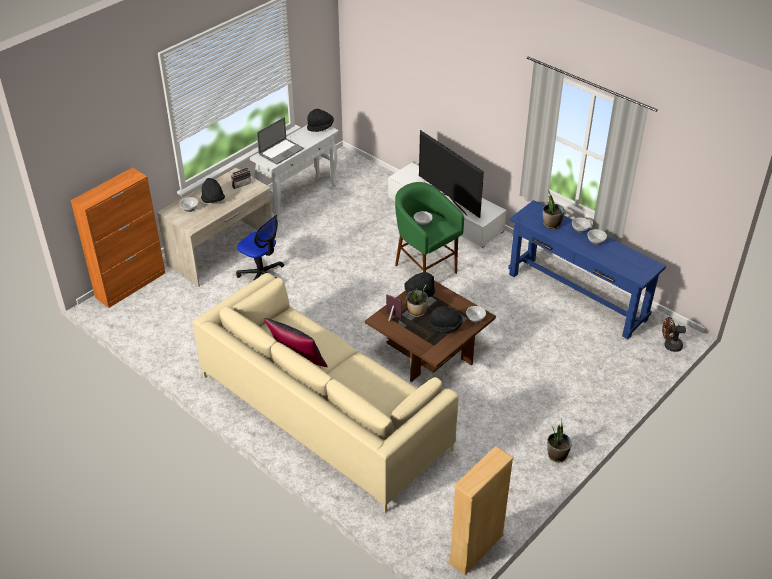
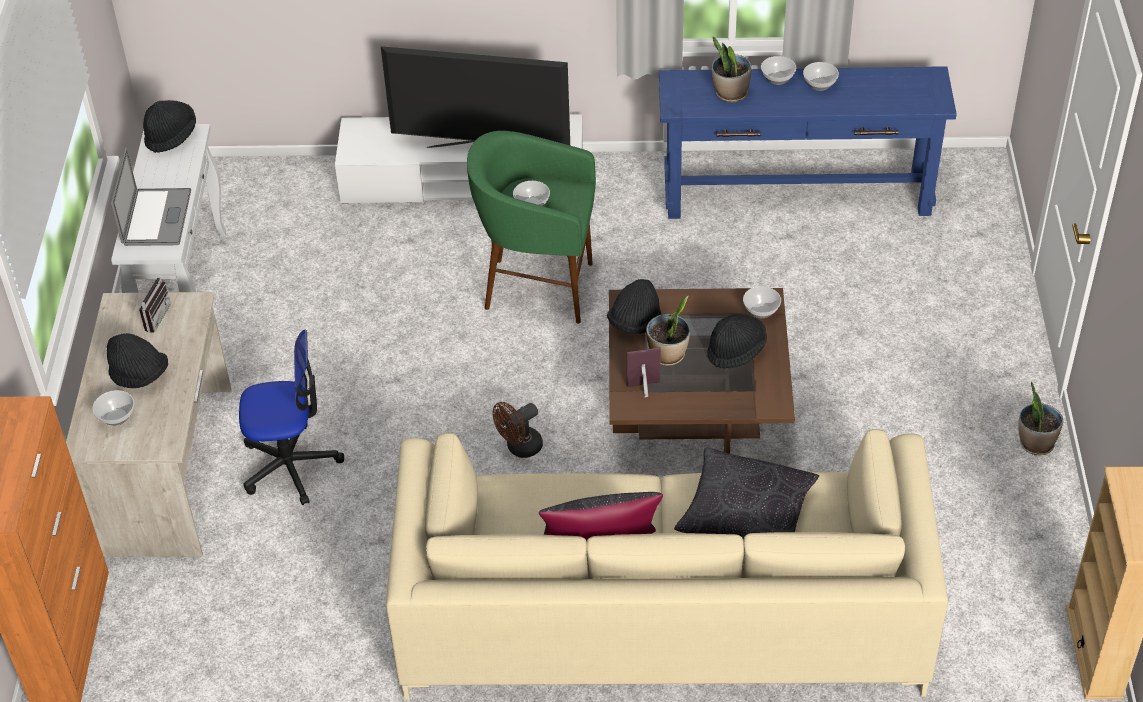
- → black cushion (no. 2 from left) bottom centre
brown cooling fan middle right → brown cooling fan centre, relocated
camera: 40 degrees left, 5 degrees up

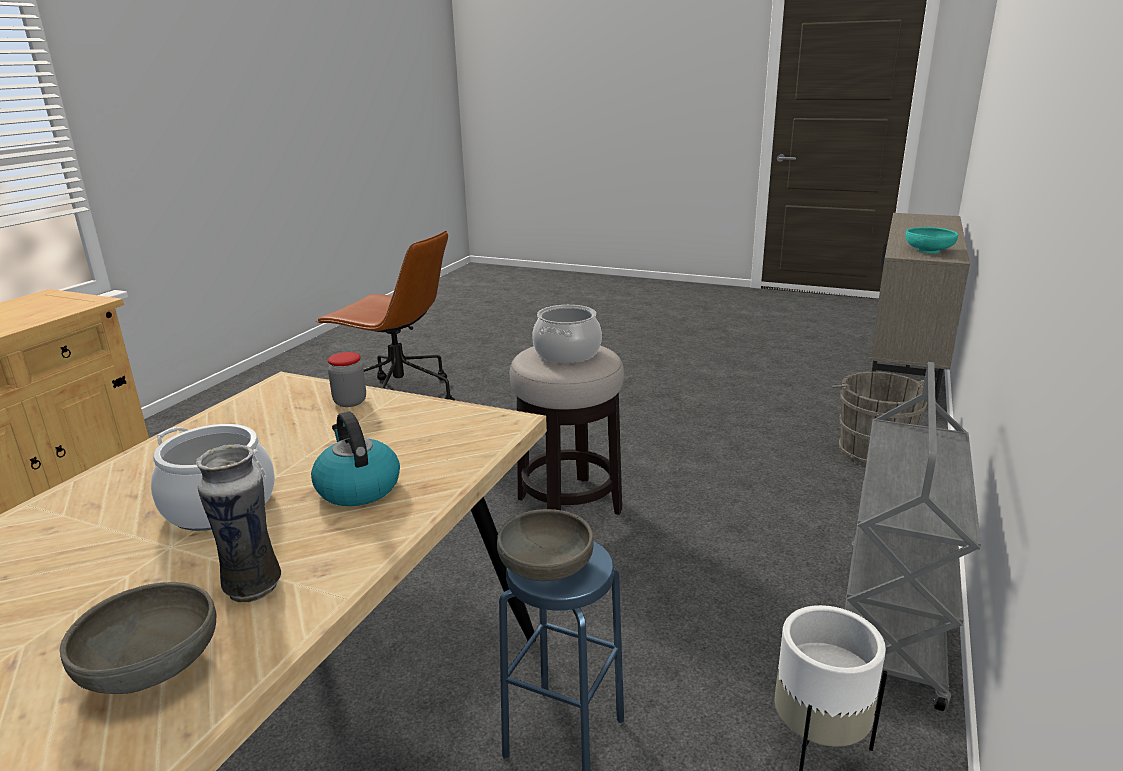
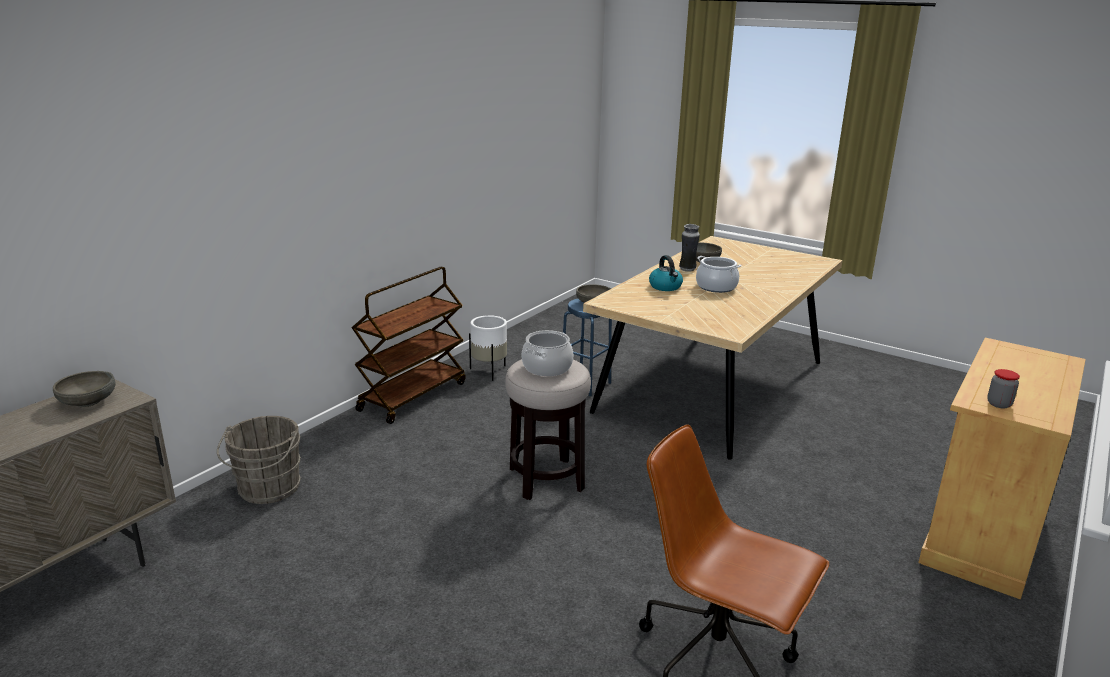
preserve jar middle left → preserve jar middle right, relocated
greyish wheeled cart bottom right → brown wheeled cart centre
turquoise serving bowl top right → greyish serving bowl (no. 1 from left) middle left
camera: 170 degrees left, 0 degrees up

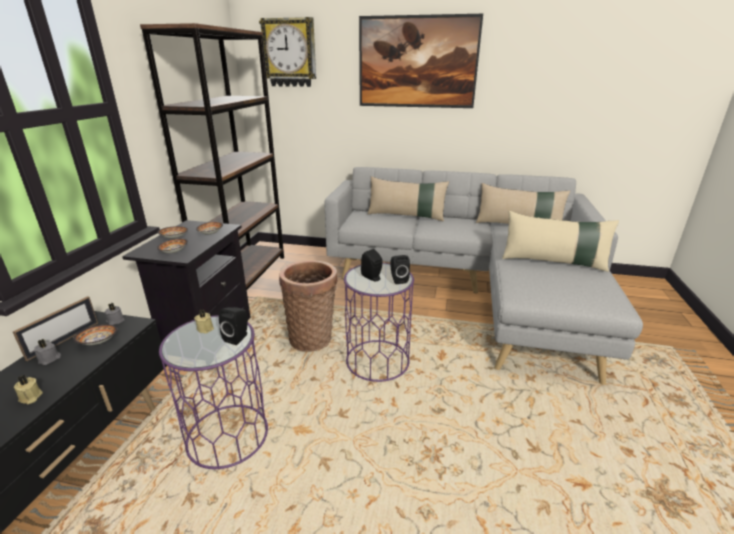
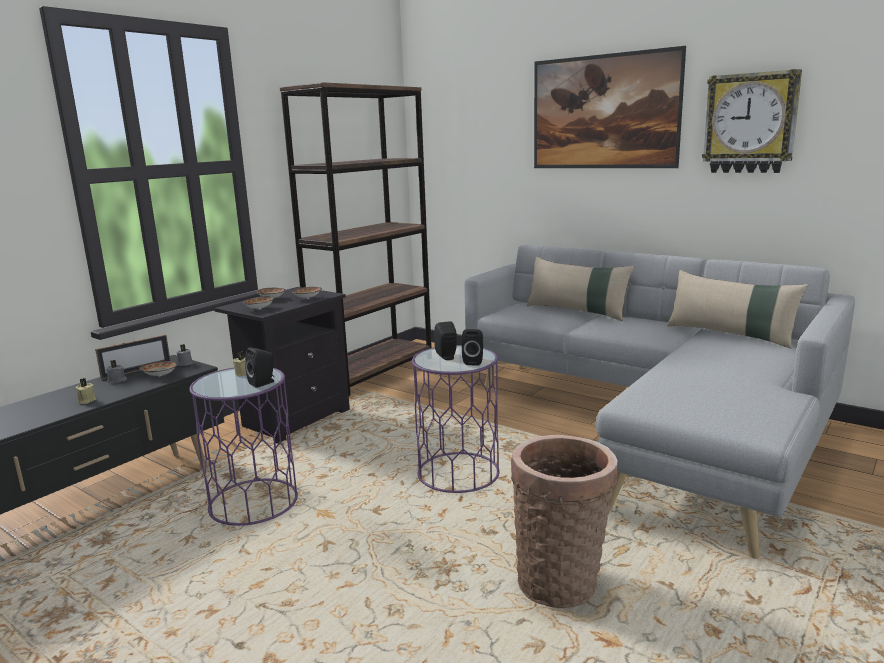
beige cushion (no. 3 from left) middle right → -
clock on the wall top centre → clock on the wall top right, relocated
basket centre → basket bottom centre, relocated
camera: 25 degrees right, 10 degrees down

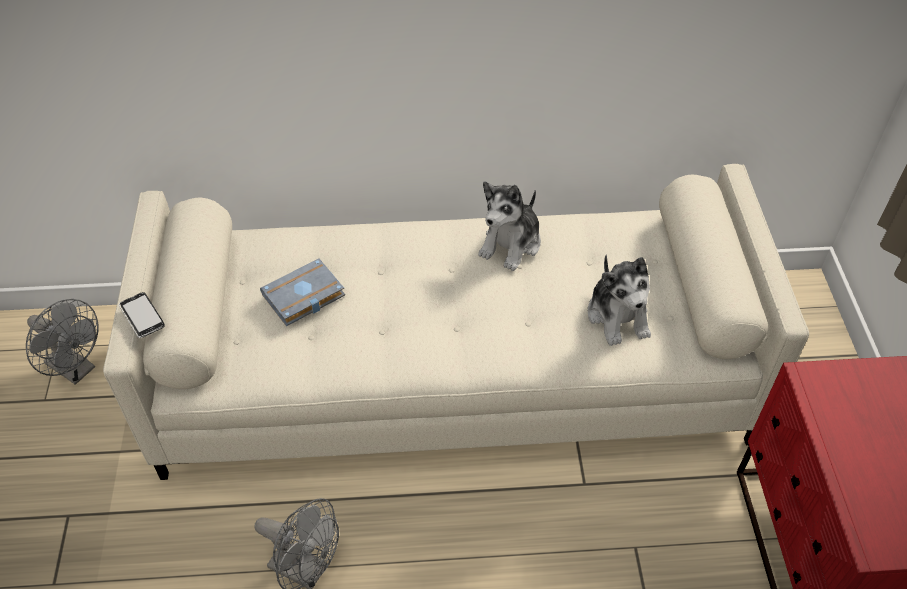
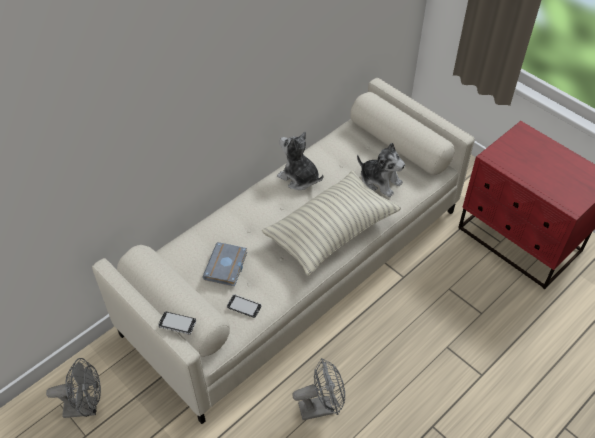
- → telephone (no. 2 from left) bottom centre
- → cushion centre
cuddly toy (no. 1 from left) centre, 135 degrees clockwise
camera: 40 degrees left, 0 degrees up

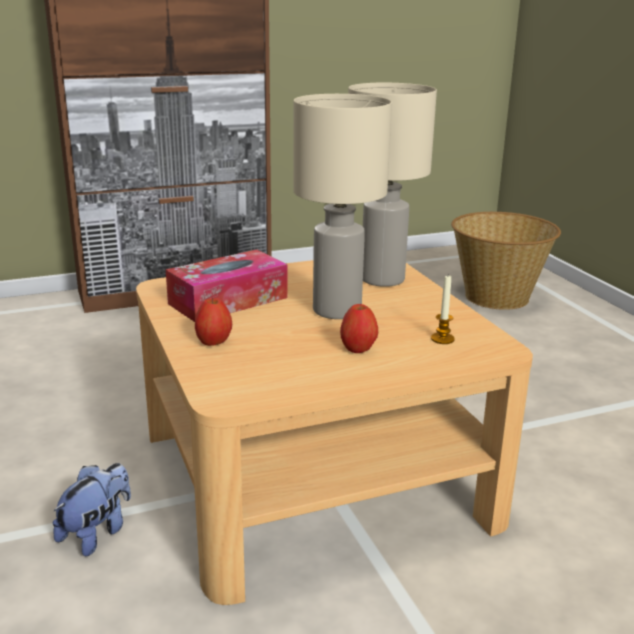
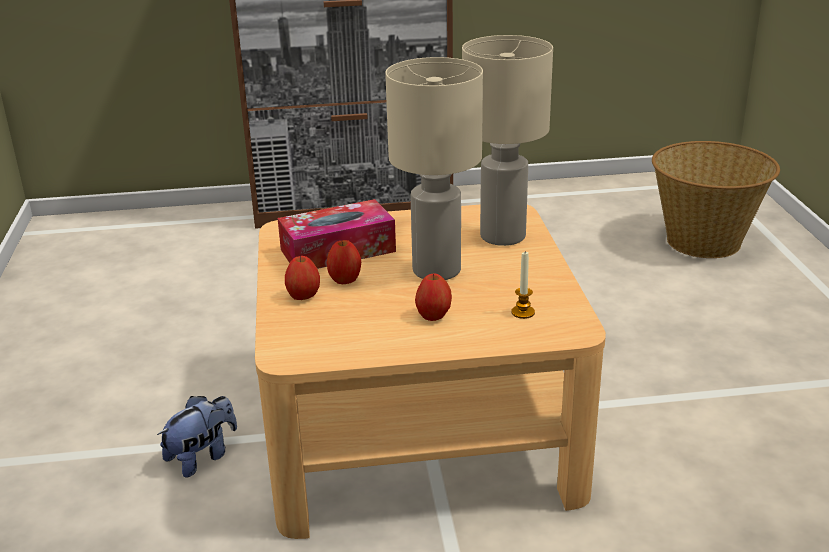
- → apple (no. 2 from left) centre
camera: 15 degrees right, 5 degrees up

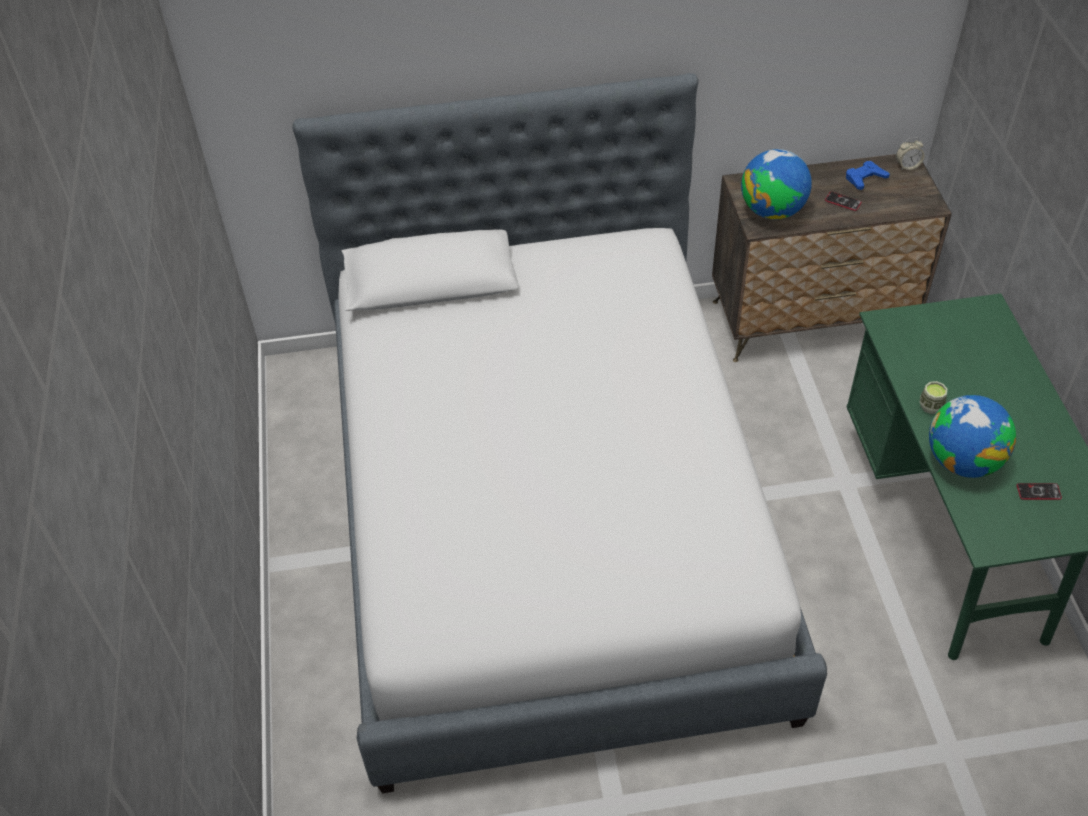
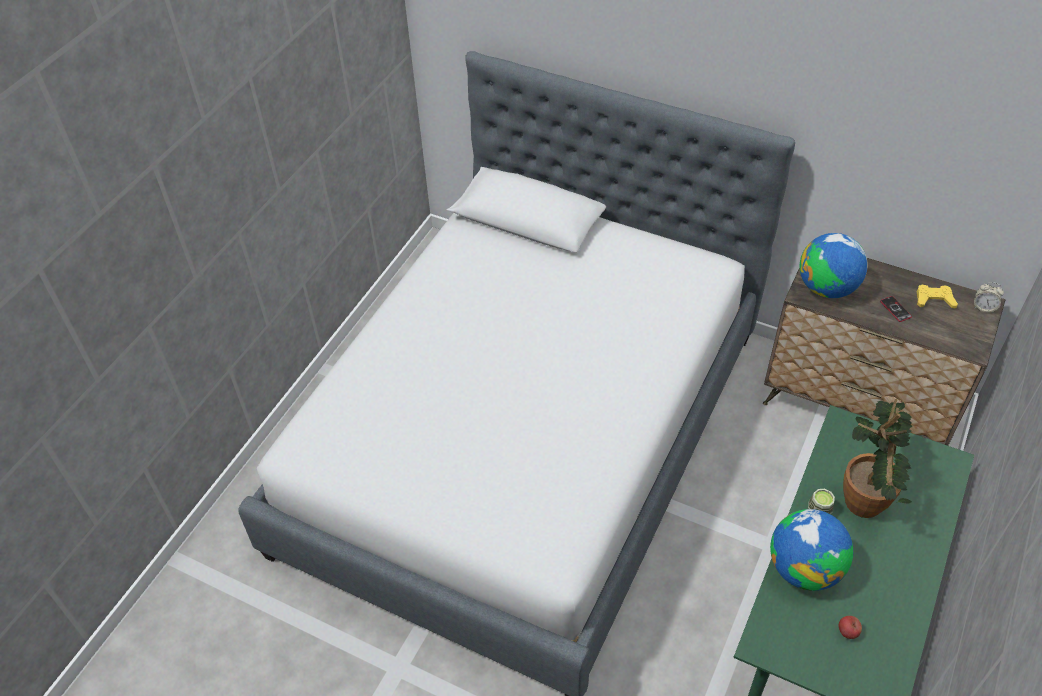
- → plant in a pot middle right
telephone (no. 2 from left) middle right → apple bottom right
blue-coloured gamepad top right → yellow gamepad middle right
camera: 35 degrees right, 0 degrees up

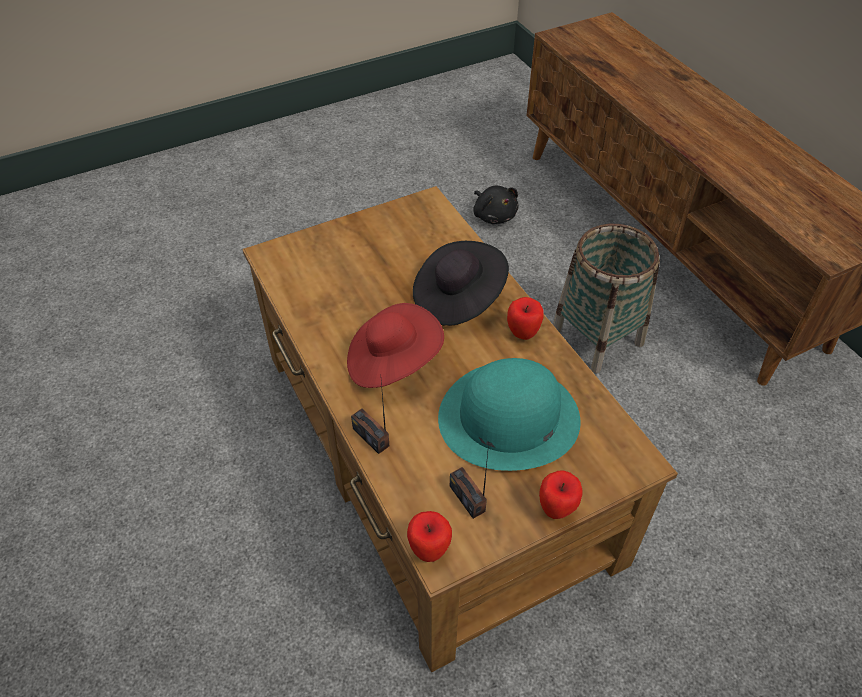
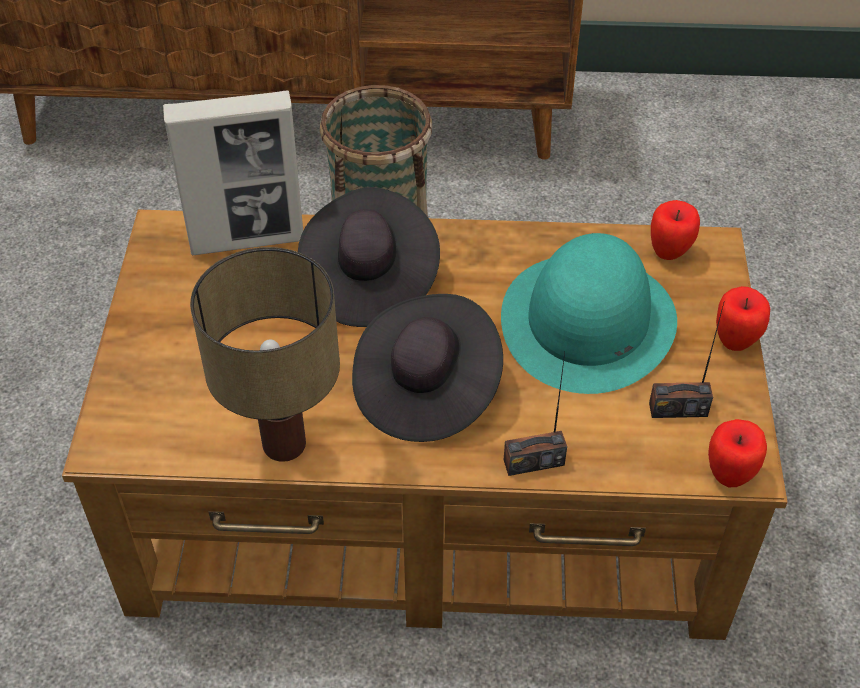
black cuddly toy top centre → -
- → photo frame top left
- → table lamp middle left
apple (no. 2 from left in the first image) centre → apple (no. 1 from left) middle right, relocated
red clothing hat centre → black clothing hat (no. 2 from left) centre
camera: 60 degrees left, 0 degrees up

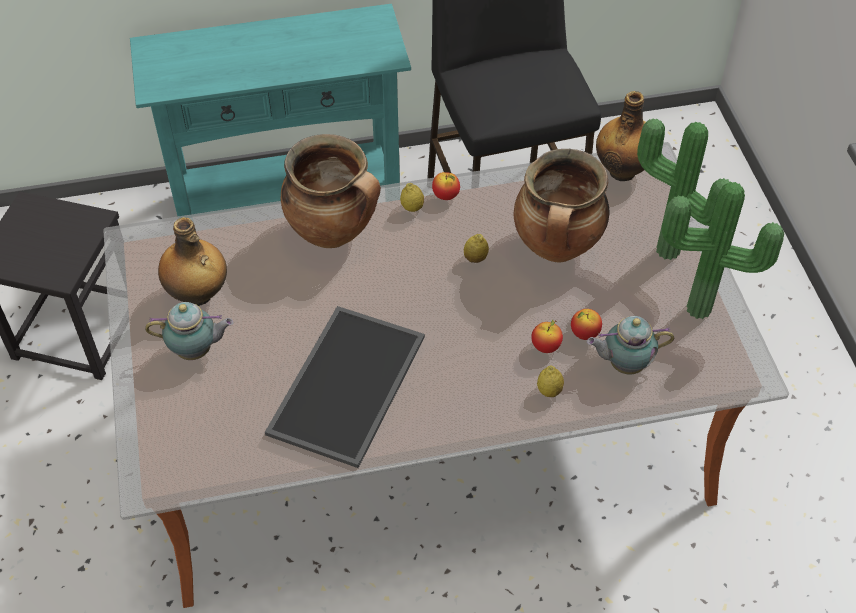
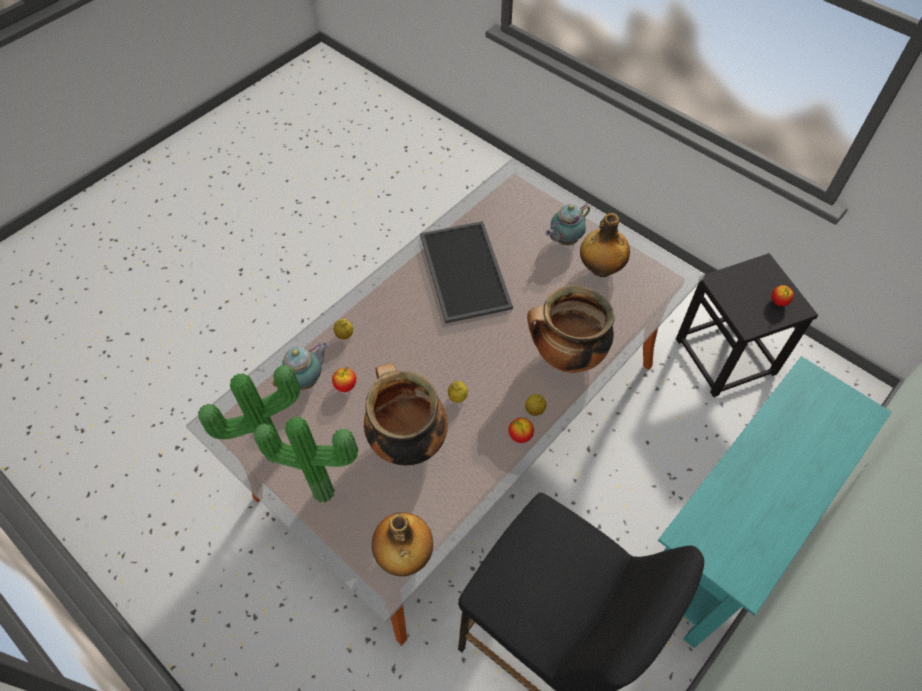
apple (no. 2 from left in the first image) centre → apple (no. 3 from left) middle right, relocated
camera: 145 degrees right, 5 degrees up

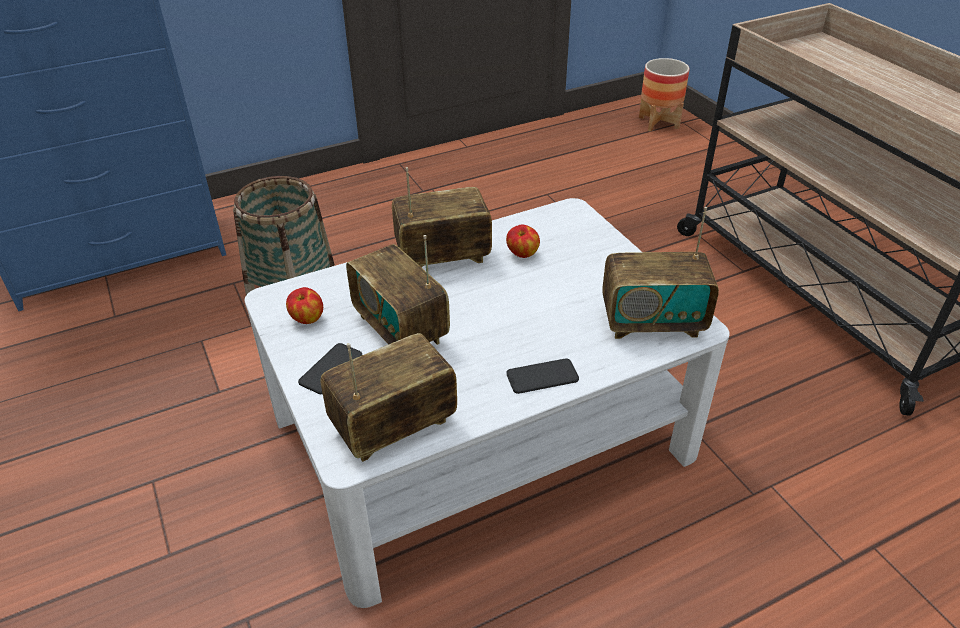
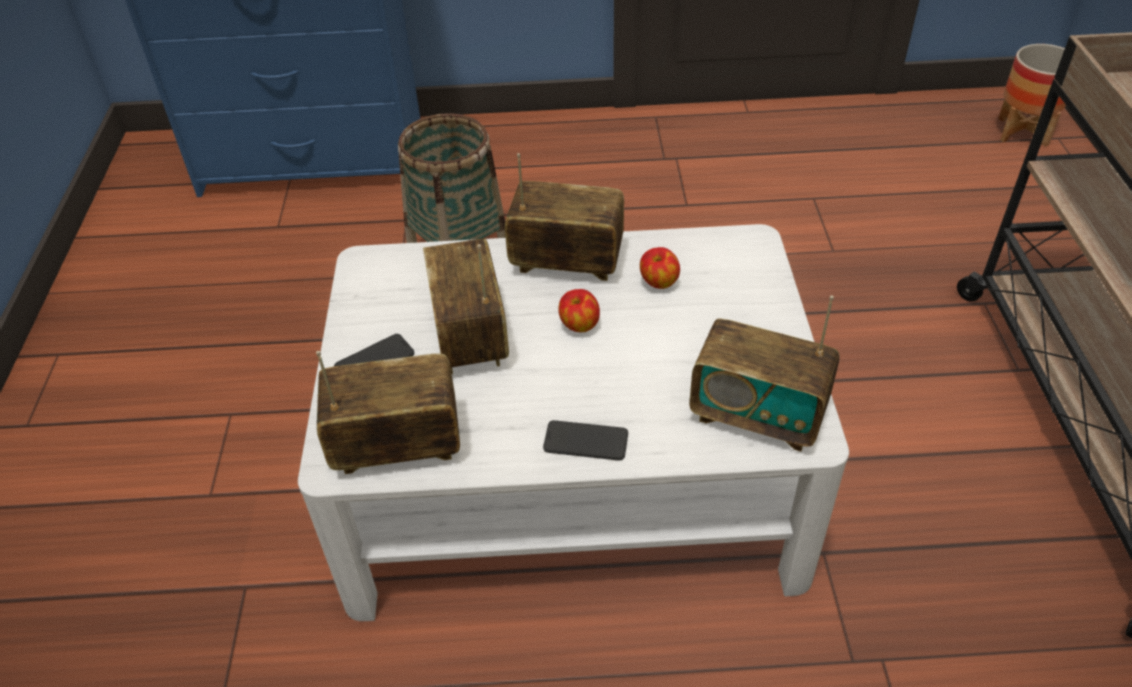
apple (no. 1 from left) middle left → apple (no. 1 from left) centre, relocated
camera: 25 degrees right, 5 degrees up

